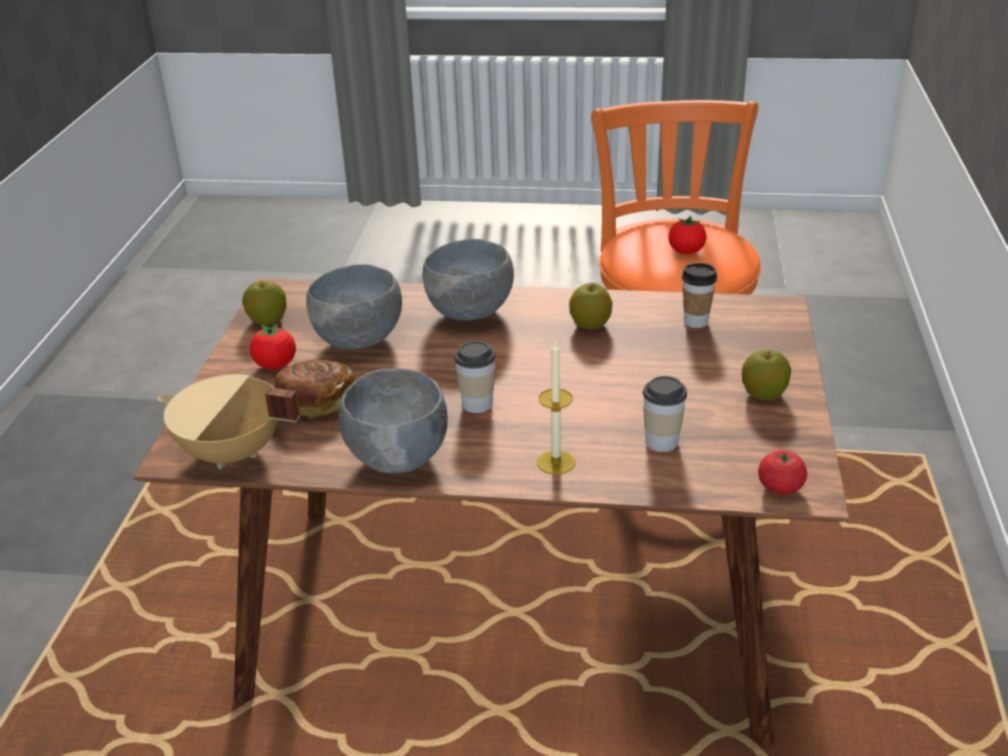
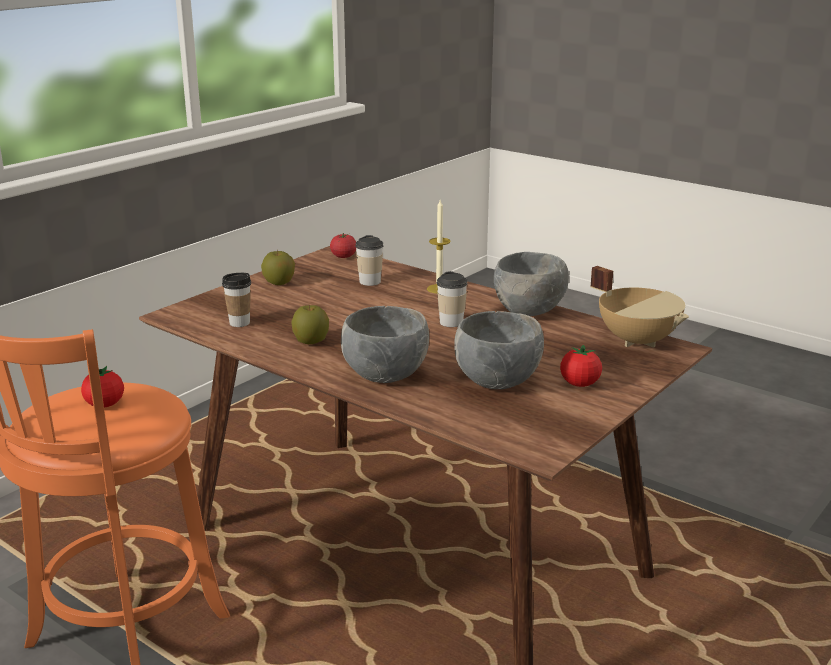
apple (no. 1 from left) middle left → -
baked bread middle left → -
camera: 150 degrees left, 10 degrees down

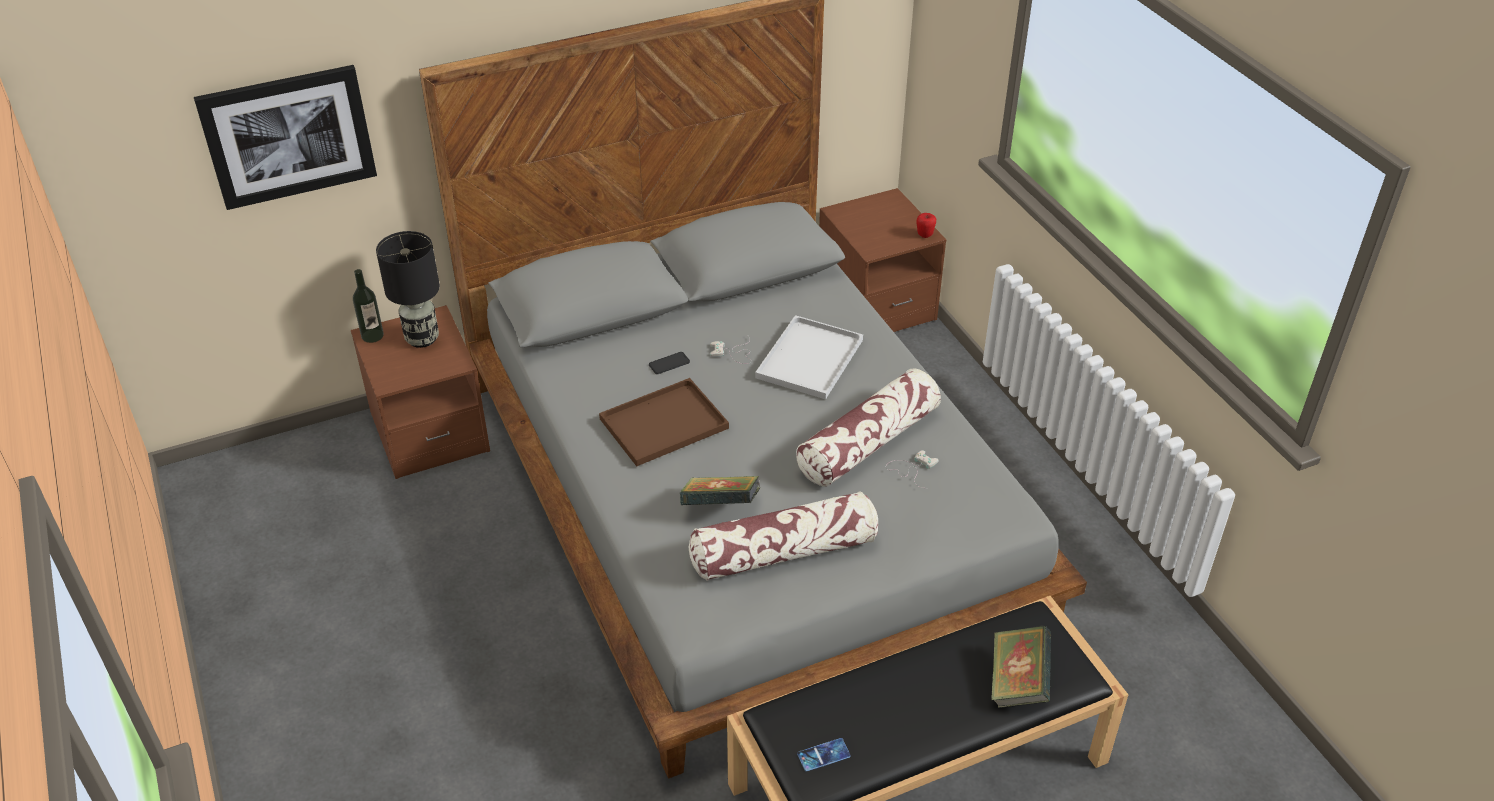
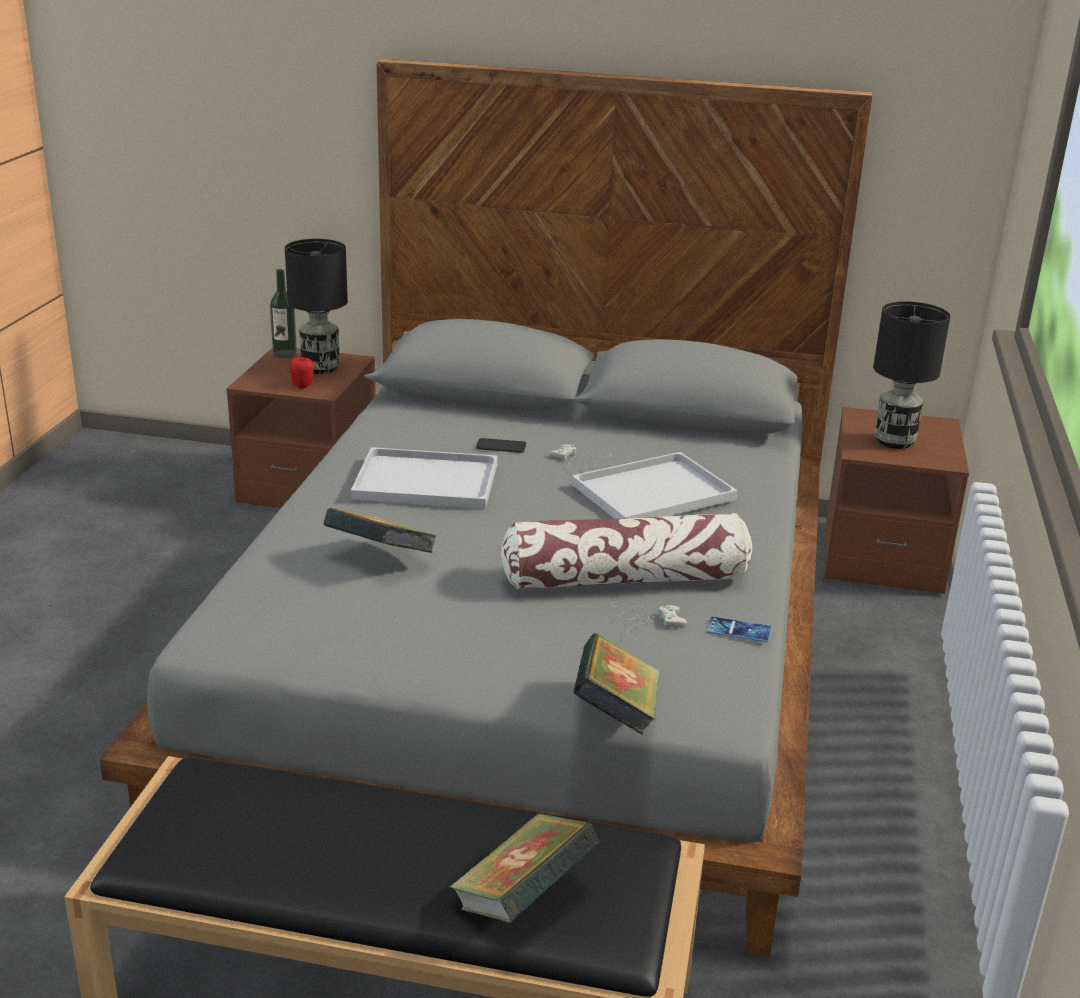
picture top left → -
cushion (no. 1 from left) bottom centre → -
- → book (no. 3 from left) bottom centre
- → black table lamp (no. 2 from left) middle right
telephone (no. 2 from left) bottom centre → telephone (no. 2 from left) middle right, relocated
apple top centre → apple middle left, relocated
brown carrying tray centre → white carrying tray (no. 1 from left) centre
camera: 35 degrees right, 15 degrees down

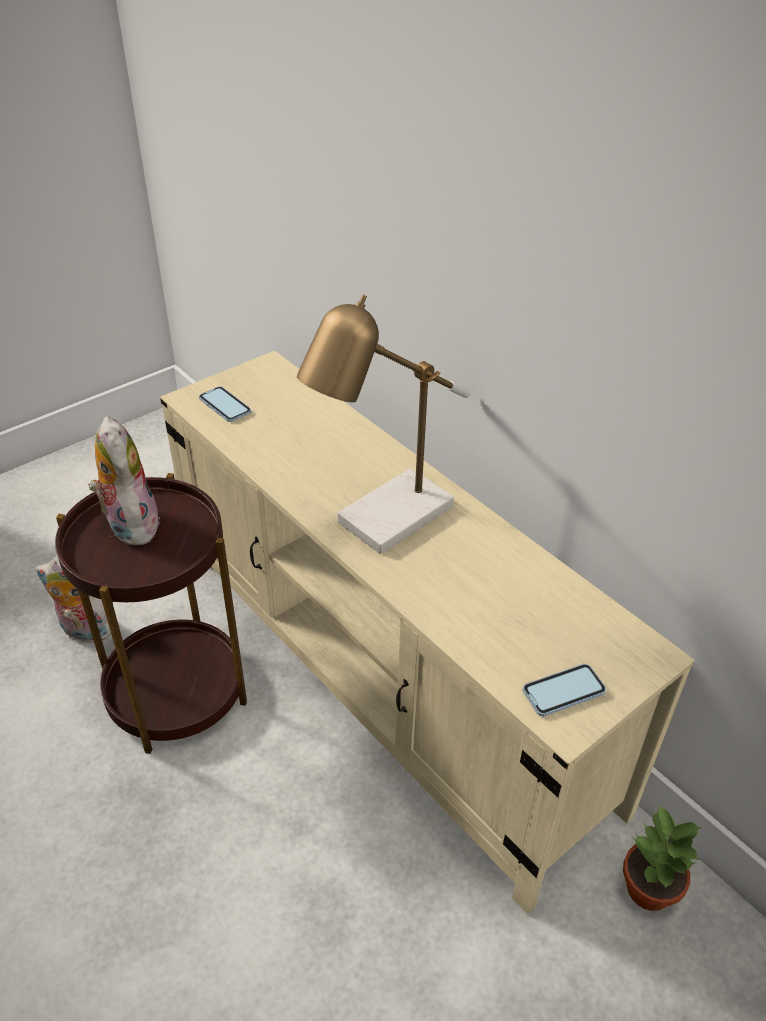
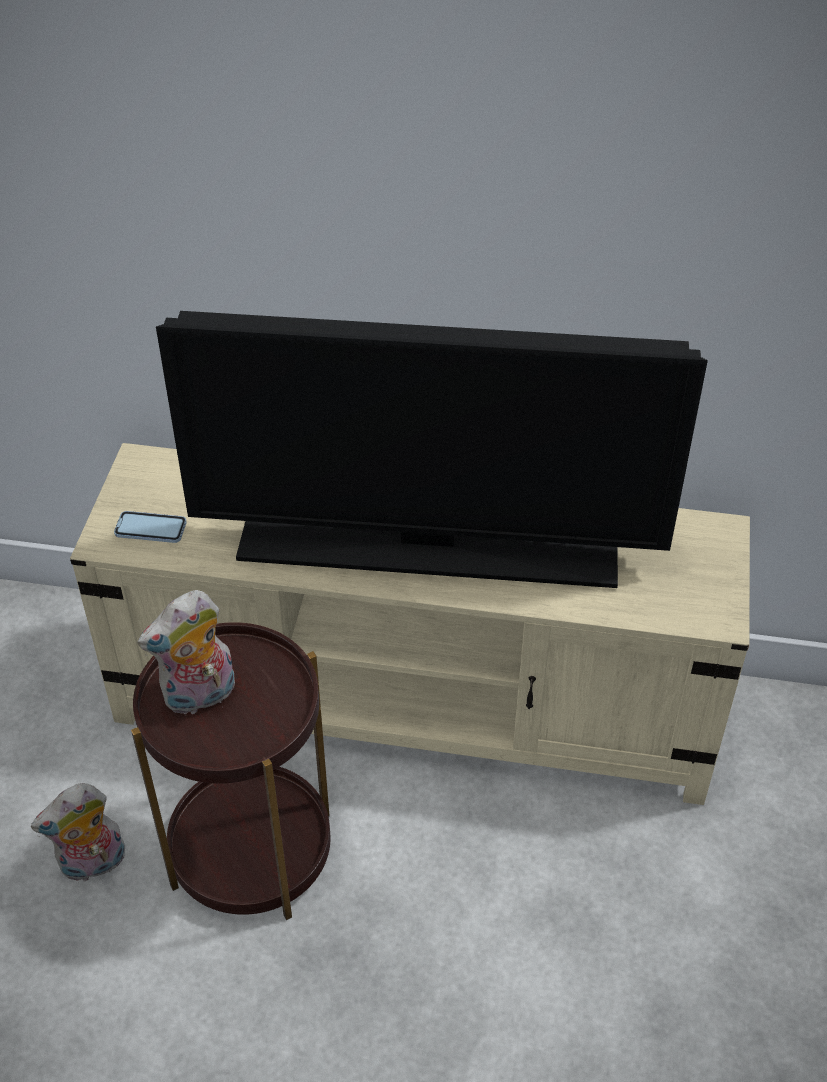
telephone (no. 2 from left) bottom right → -
plant in a pot bottom right → -
table lamp centre → television centre
cuddly toy (no. 2 from left) middle left, 60 degrees counterclockwise
camera: 40 degrees left, 5 degrees up

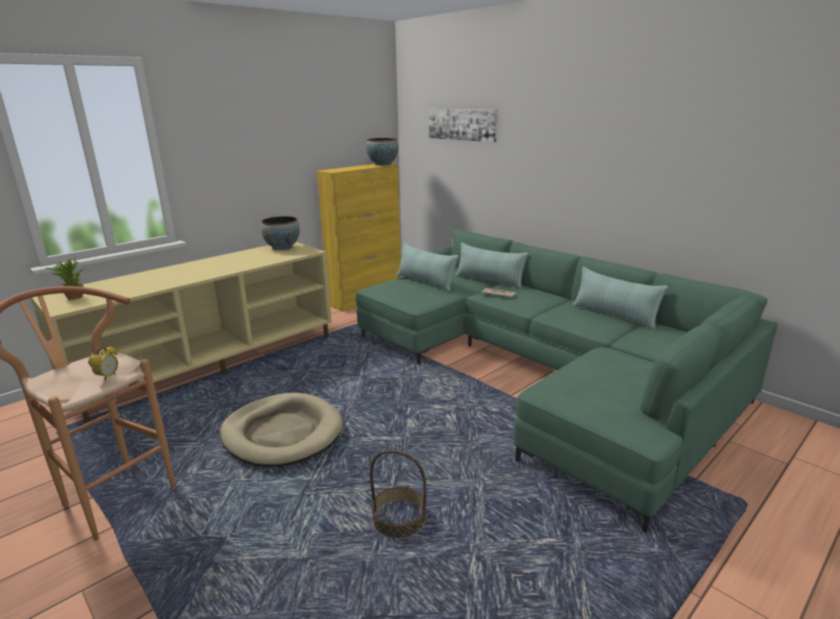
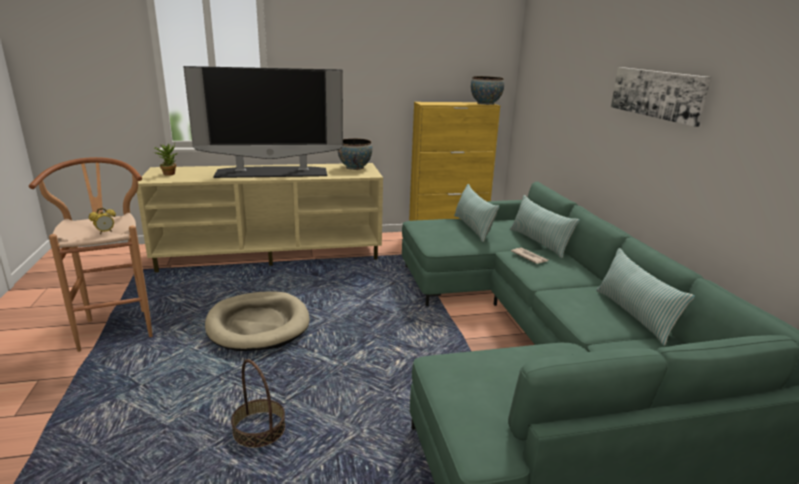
- → television top left
picture top centre → picture top right, relocated
camera: 30 degrees right, 0 degrees up

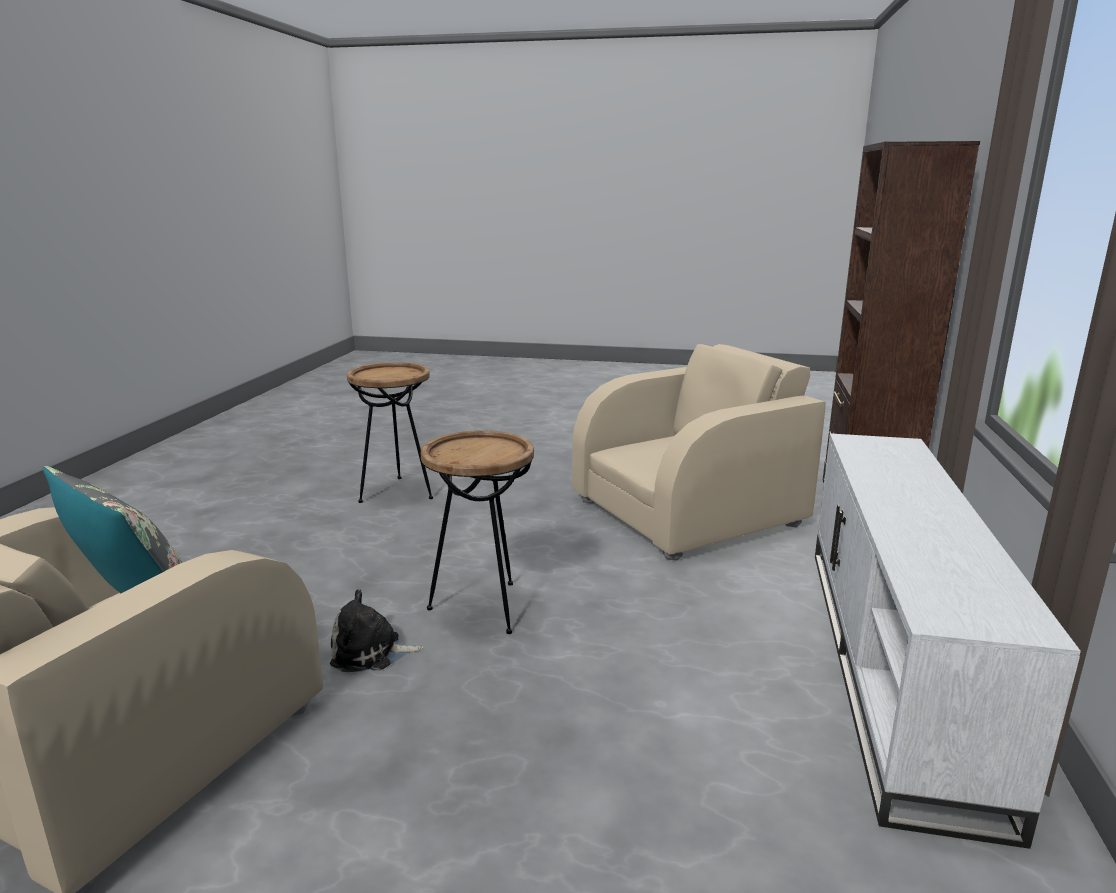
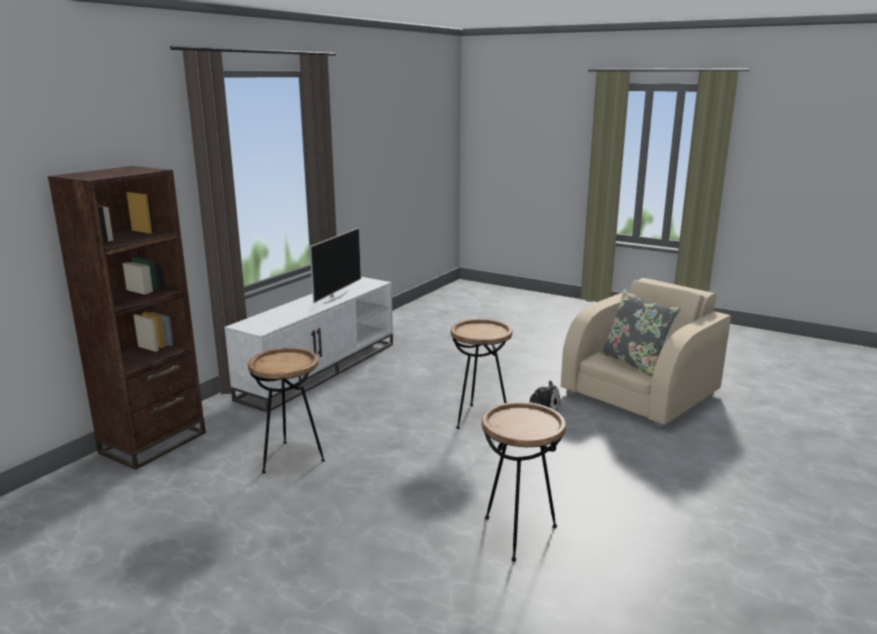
- → television centre
beige armchair (no. 2 from left) centre → brown accent table (no. 1 from left) middle left
camera: 160 degrees left, 0 degrees up

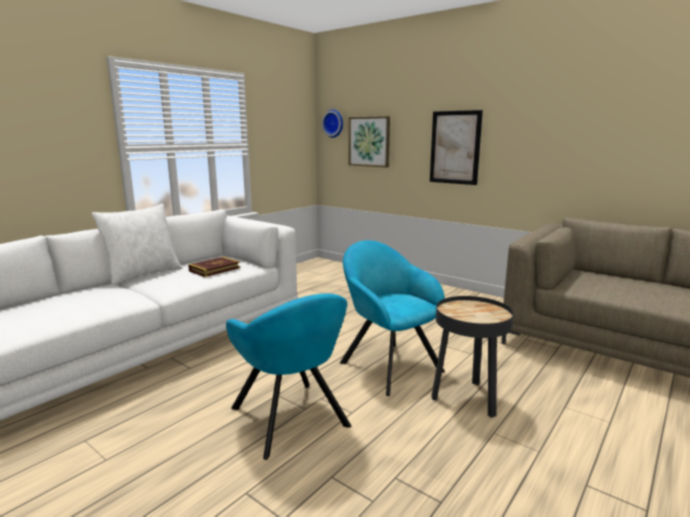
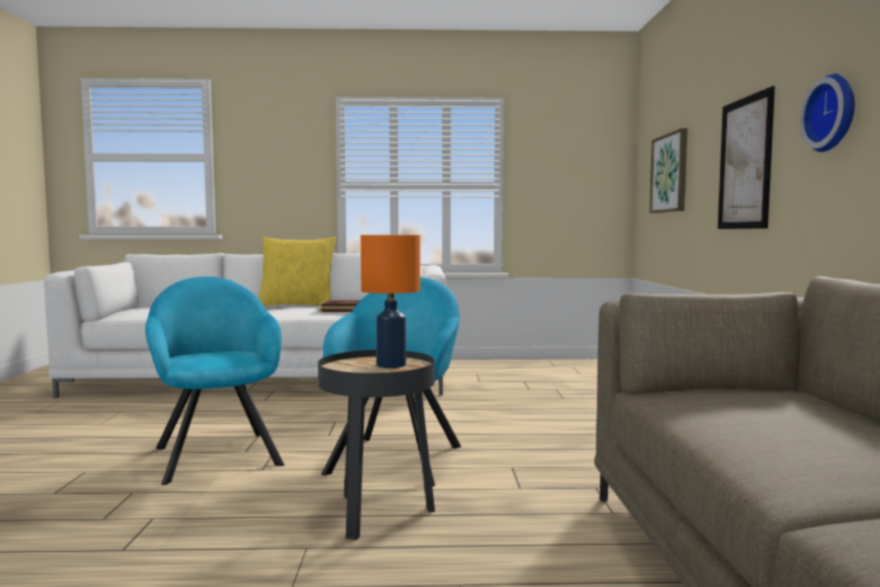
- → orangey table lamp centre
clock on the wall top centre → clock on the wall top right, relocated
white cushion middle left → yellow cushion centre
turquoise armchair (no. 1 from left) bottom centre → turquoise armchair (no. 1 from left) middle left, 135 degrees clockwise
camera: 50 degrees right, 10 degrees down

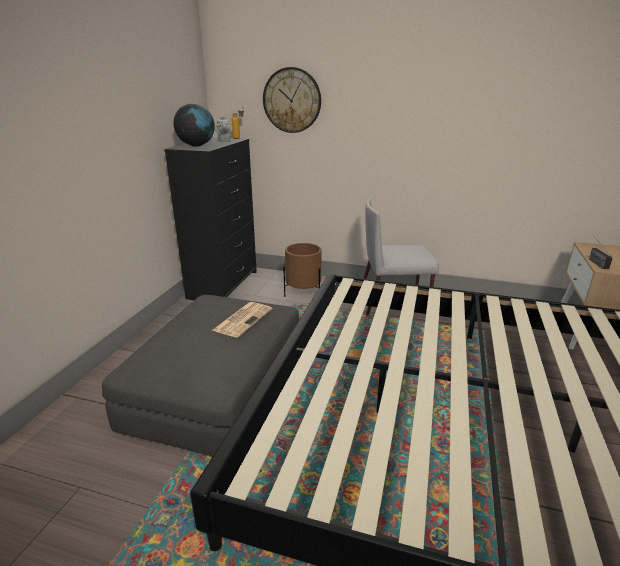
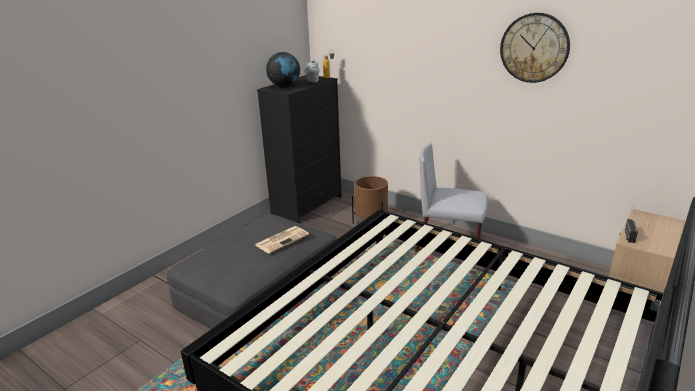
clock on the wall top centre → clock on the wall top right, relocated
camera: 20 degrees right, 0 degrees up

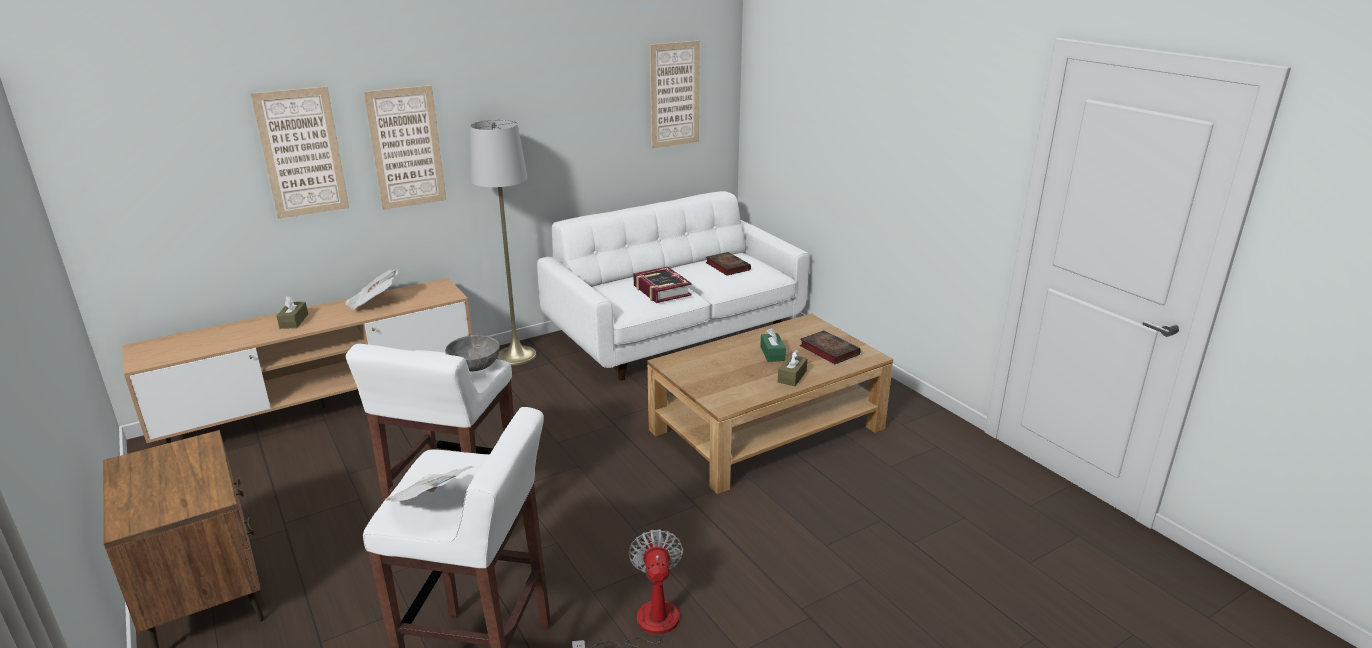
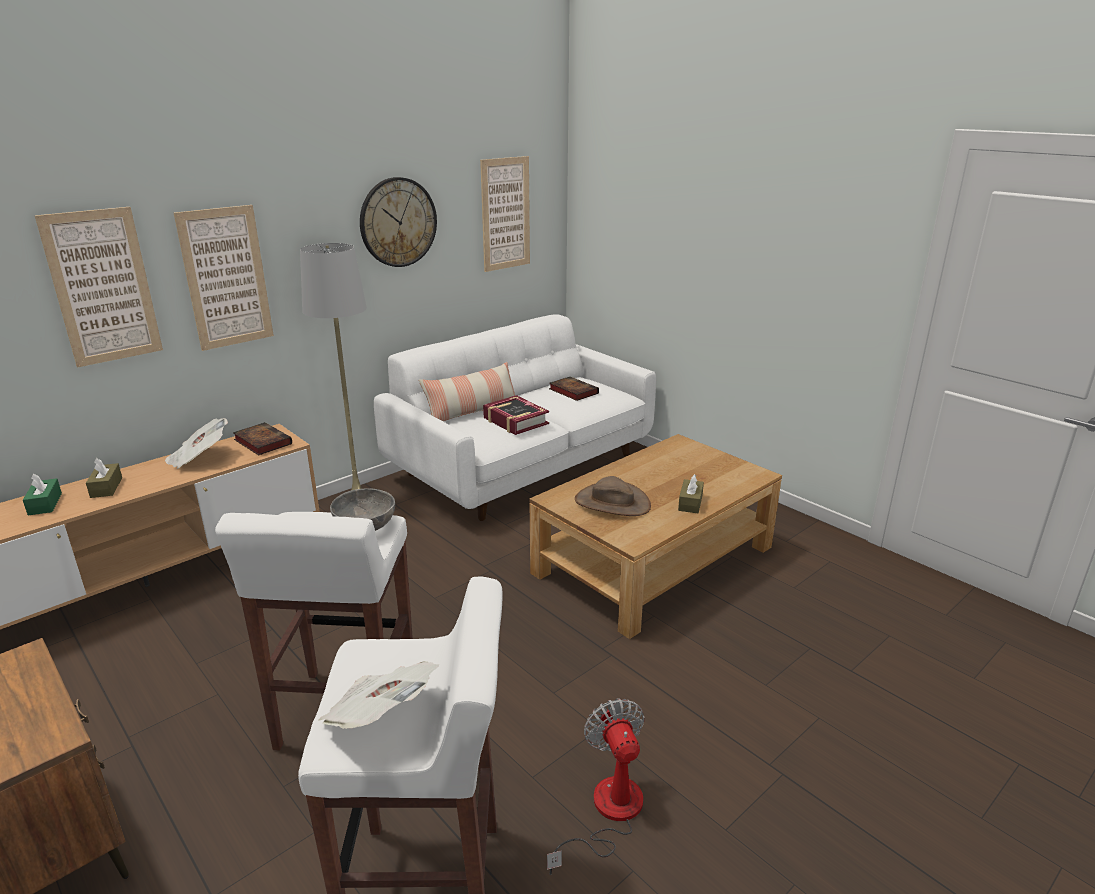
- → clock on the wall top centre
- → cushion centre
- → brown clothing hat centre
green tissue box centre → green tissue box middle left, relocated
book (no. 3 from left in the first image) centre → book (no. 1 from left) middle left, relocated
camera: 10 degrees left, 0 degrees up

